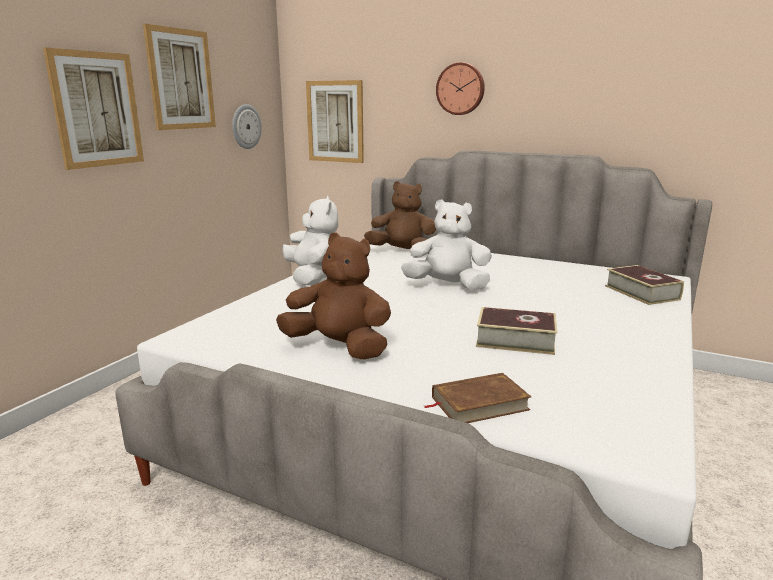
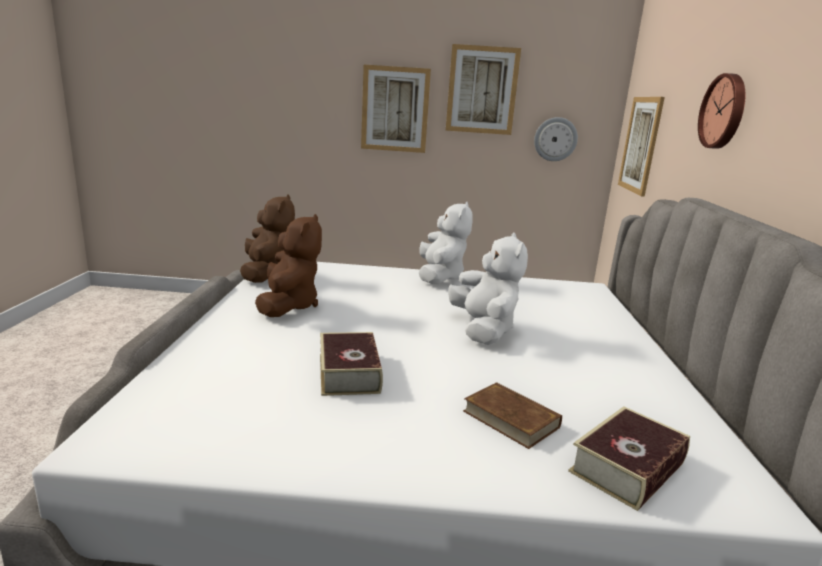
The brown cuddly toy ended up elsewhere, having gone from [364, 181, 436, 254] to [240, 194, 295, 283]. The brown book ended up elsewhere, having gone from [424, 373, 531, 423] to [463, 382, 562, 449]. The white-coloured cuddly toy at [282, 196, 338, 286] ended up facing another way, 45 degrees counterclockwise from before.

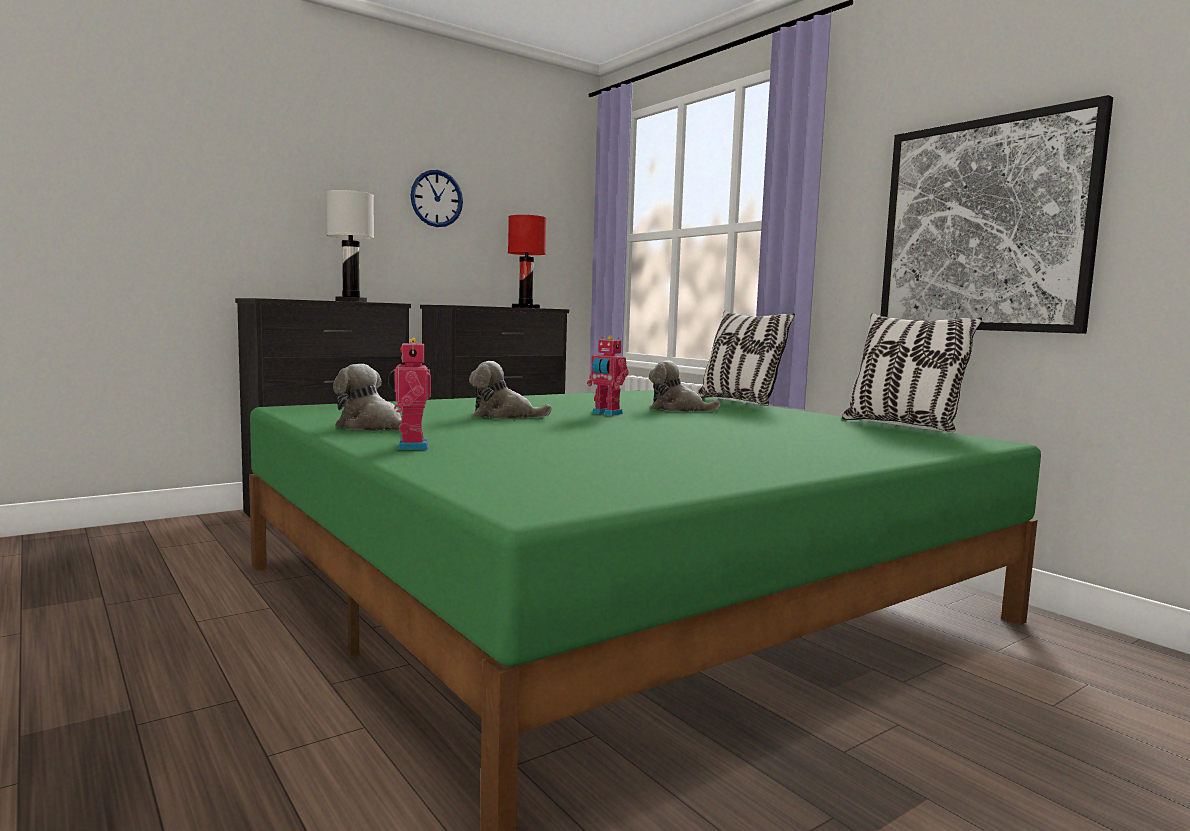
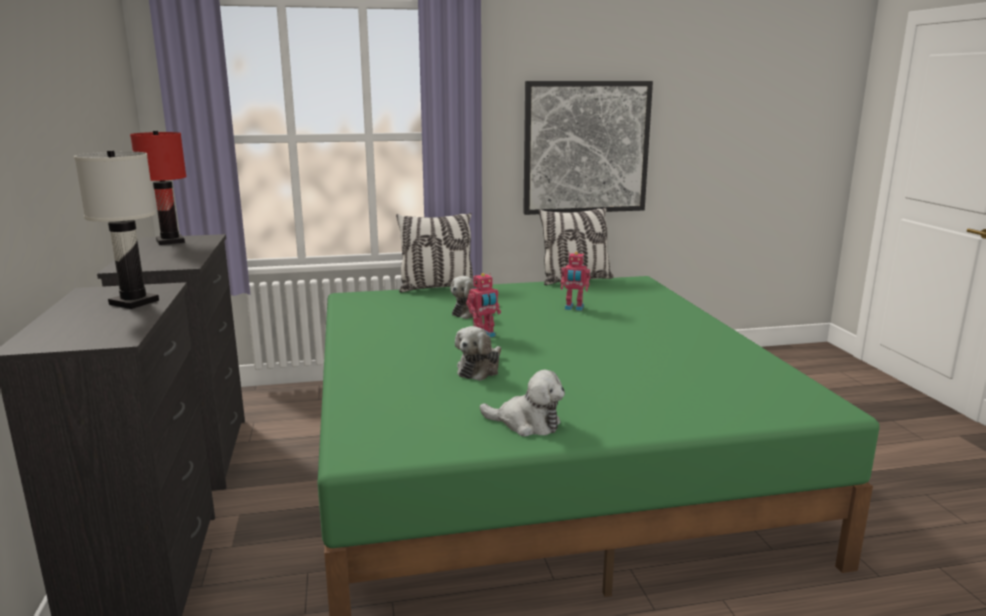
The second view lost the clock on the wall at [410, 170, 463, 227]. The robot figure ended up elsewhere, having gone from [388, 338, 431, 450] to [561, 252, 590, 311]. The cuddly toy at [333, 364, 402, 431] ended up facing another way, 120 degrees counterclockwise from before.

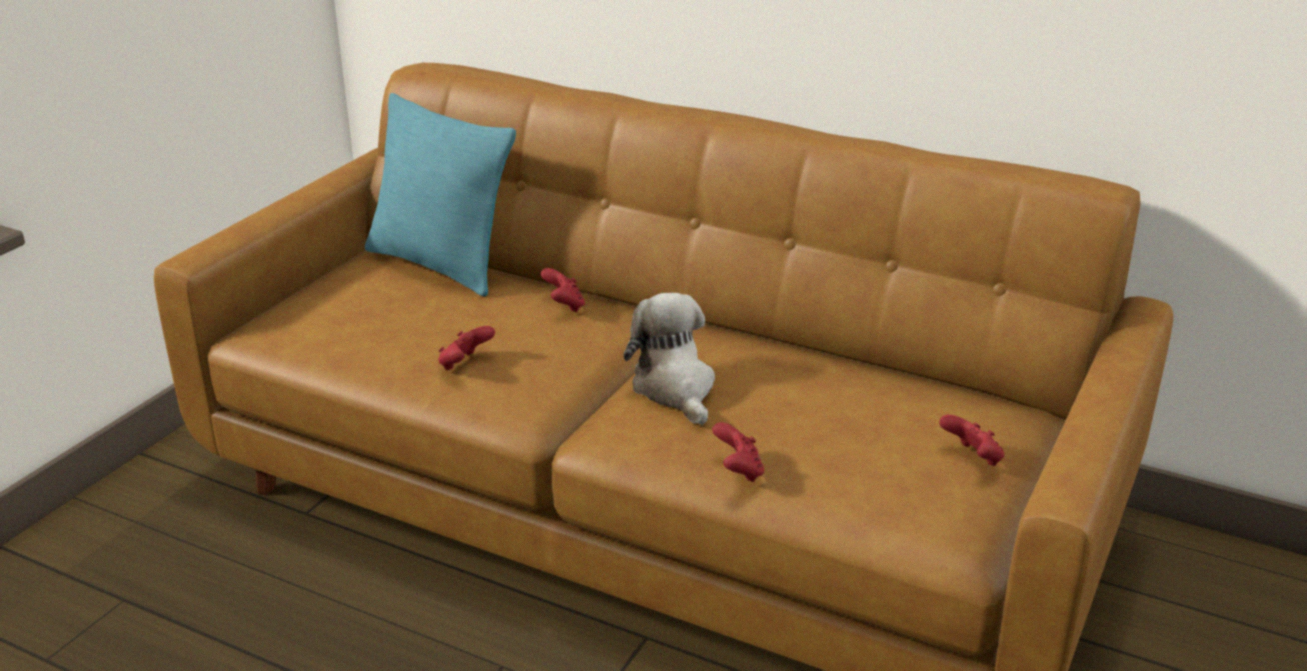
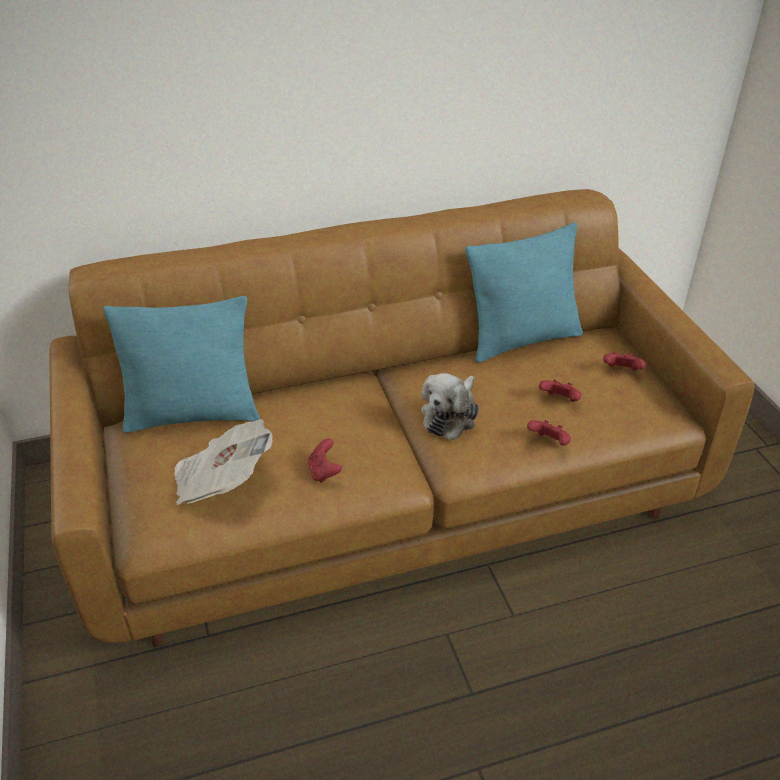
The second view gained the daily paper at [174, 419, 273, 505]. The second view gained the blue-green pillow at [466, 223, 583, 363]. The red joypad ended up elsewhere, having gone from [541, 268, 585, 312] to [539, 380, 581, 402]. The cuddly toy at [624, 293, 715, 425] ended up facing another way, 90 degrees counterclockwise from before.

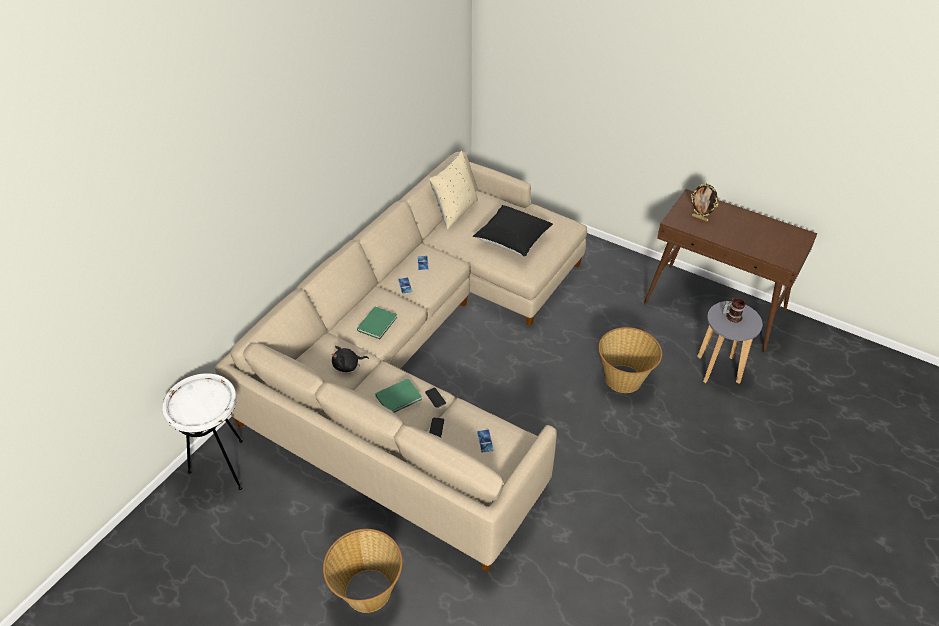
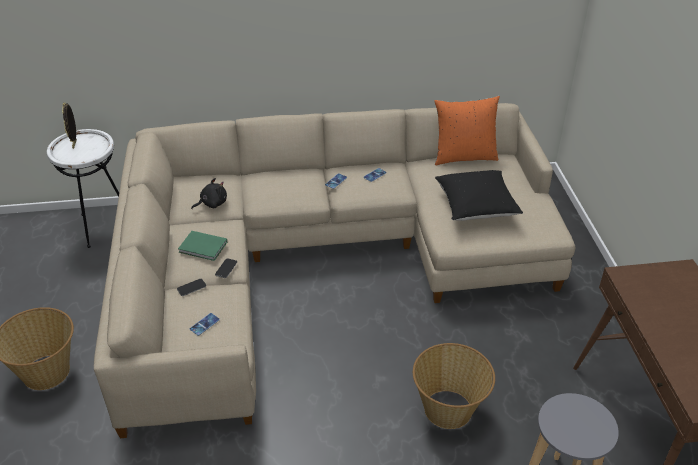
The second view lost the green book at [357, 306, 397, 339]. The second view lost the tea mug at [722, 297, 746, 323]. The picture frame ended up elsewhere, having gone from [691, 183, 718, 222] to [62, 103, 77, 149]. What was the sand-coloured pillow at [429, 151, 478, 230] turned into the orangey pillow at [434, 96, 500, 165]. The black cuddly toy at [332, 346, 369, 372] ended up facing another way, 120 degrees clockwise from before.

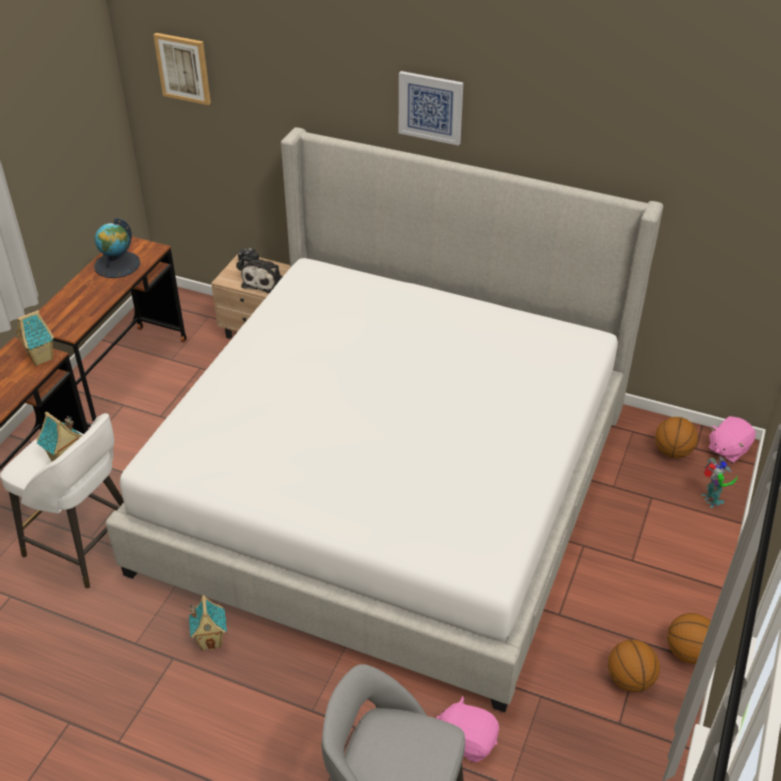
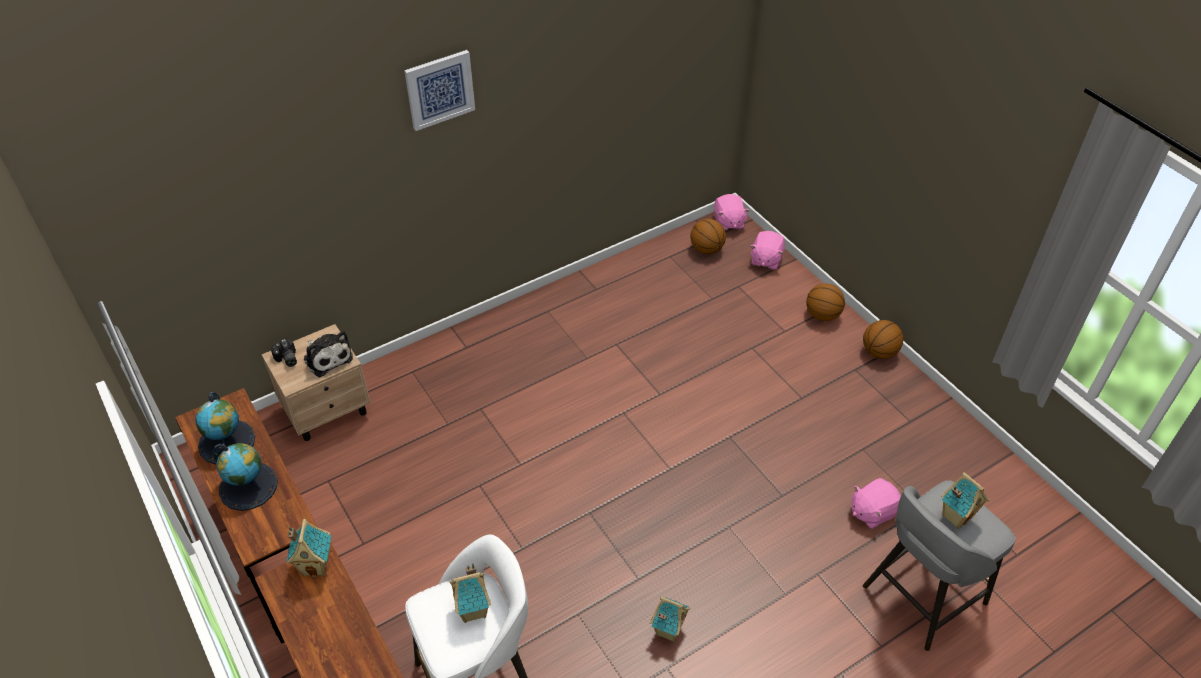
The second view lost the bedroom bed at [106, 127, 663, 712]. The second view lost the wall art at [153, 33, 211, 105]. The second view gained the desk globe at [213, 443, 278, 511]. The second view gained the miniature house at [941, 472, 989, 529]. The basketball ended up elsewhere, having gone from [608, 639, 660, 692] to [806, 284, 845, 321]. Where the robot figure stood at [702, 456, 737, 508], the pink cuddly toy came to stand at [750, 231, 785, 270].

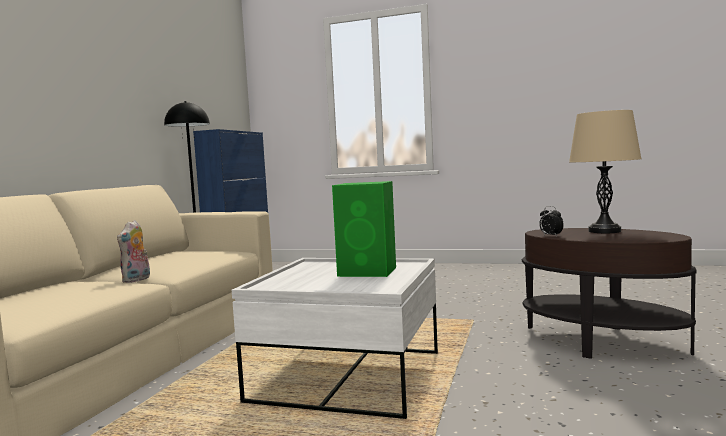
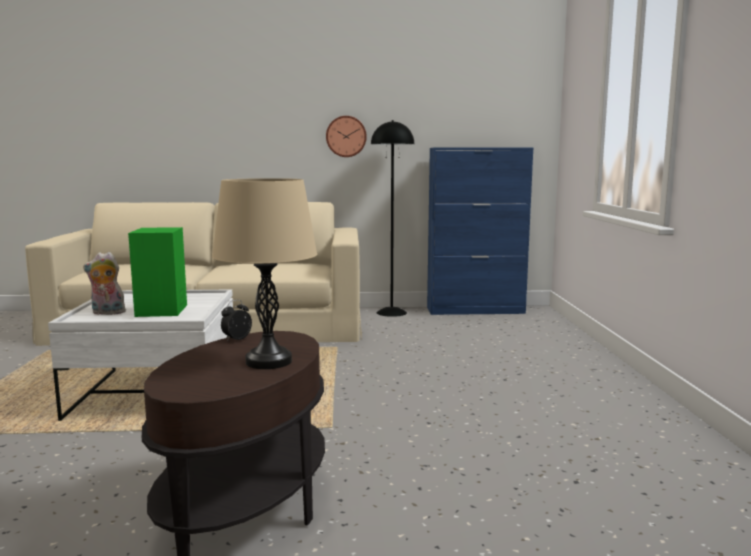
The second view gained the clock on the wall at [326, 116, 367, 157]. The cuddly toy ended up elsewhere, having gone from [117, 220, 150, 283] to [83, 252, 126, 315].

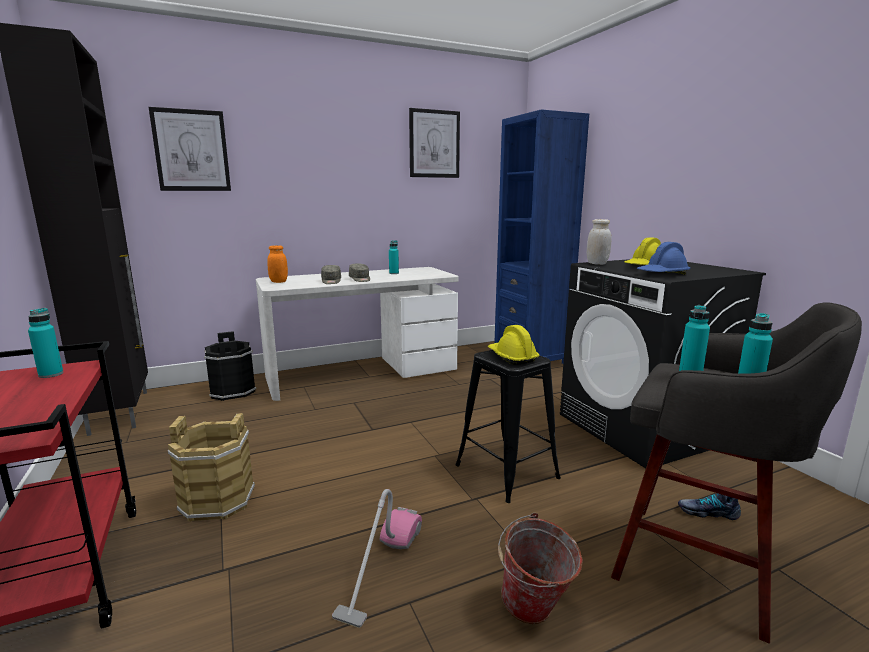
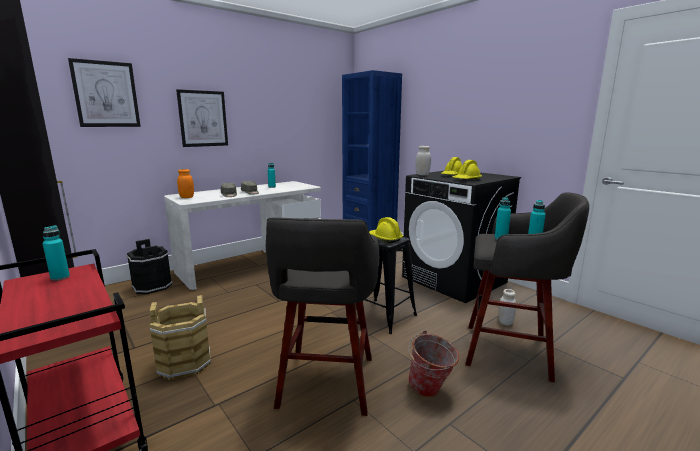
The wall art ended up elsewhere, having gone from [409, 108, 460, 178] to [176, 89, 228, 147]. Where the vacuum stood at [332, 489, 422, 628], the grey stool seat came to stand at [266, 217, 379, 416]. Where the shoe stood at [678, 493, 741, 520], the white-coloured preserve jar came to stand at [498, 289, 516, 325]. What was the blue hard hat at [637, 242, 690, 275] turned into the yellow-coloured hard hat at [453, 160, 482, 180].

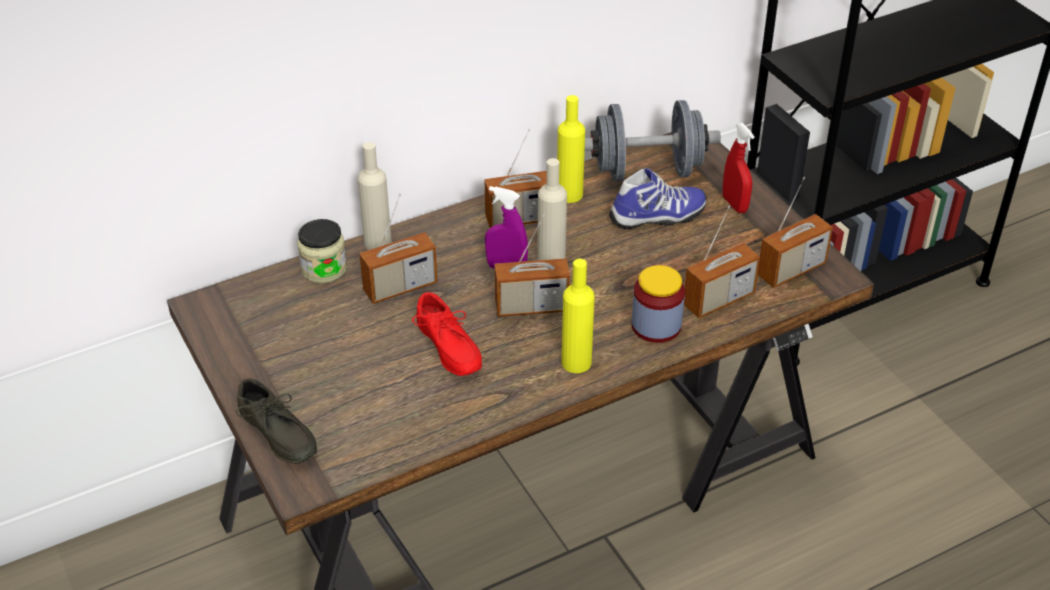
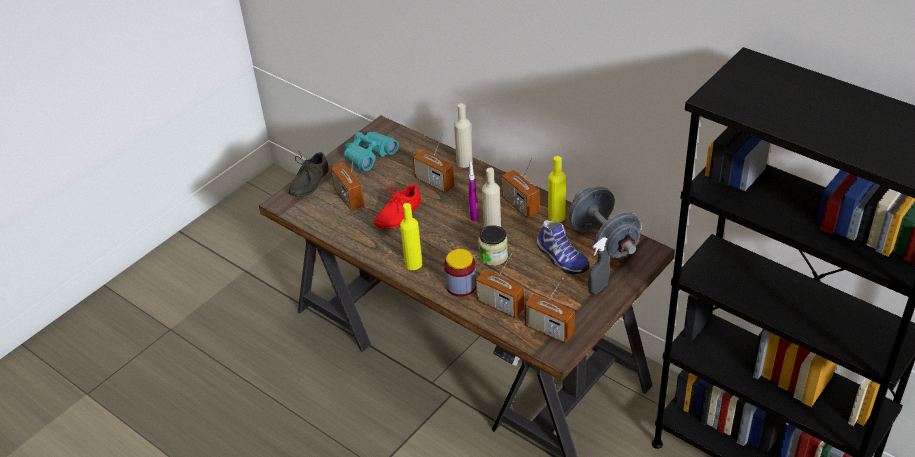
The second view gained the blue-green binoculars at [344, 132, 399, 171]. The preserve jar ended up elsewhere, having gone from [297, 219, 347, 283] to [478, 225, 508, 266]. The radio set ended up elsewhere, having gone from [494, 214, 570, 317] to [331, 151, 365, 211]. What was the red sprayer at [723, 123, 755, 213] turned into the grey sprayer at [588, 237, 610, 295].

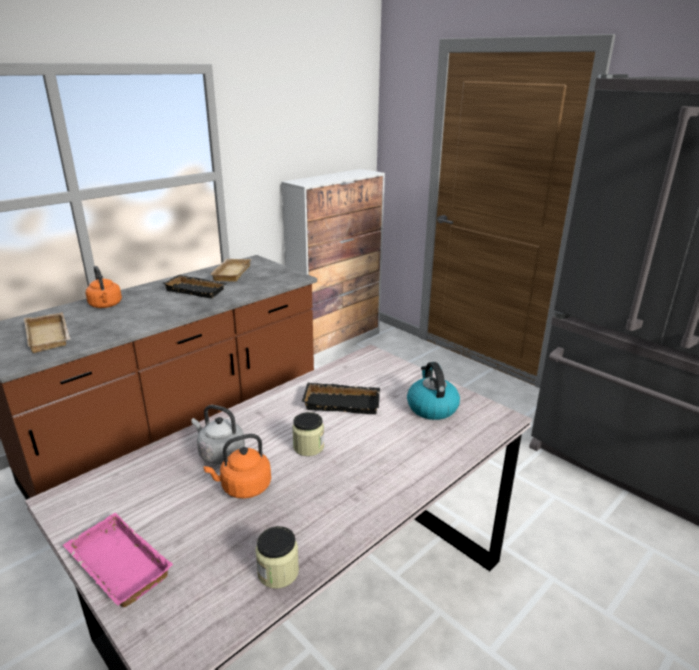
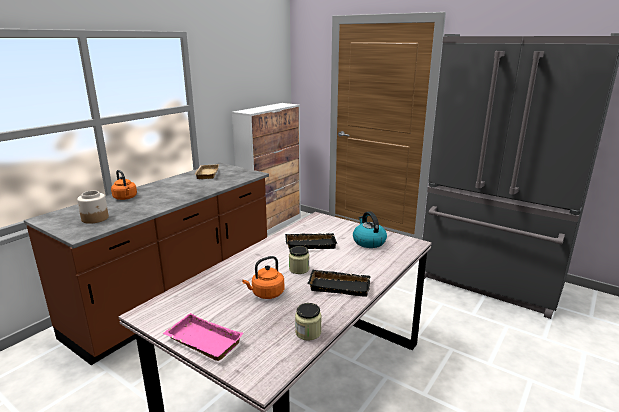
The second view lost the grey water kettle at [191, 405, 245, 464]. The black tray ended up elsewhere, having gone from [162, 275, 228, 298] to [308, 269, 371, 297]. Where the sand-coloured tray stood at [24, 312, 70, 353], the preserve jar came to stand at [77, 191, 109, 224].

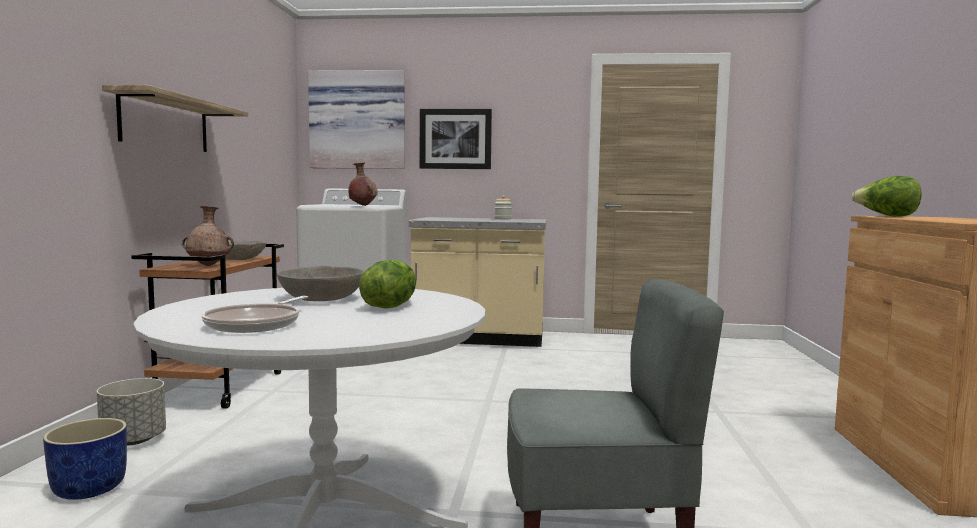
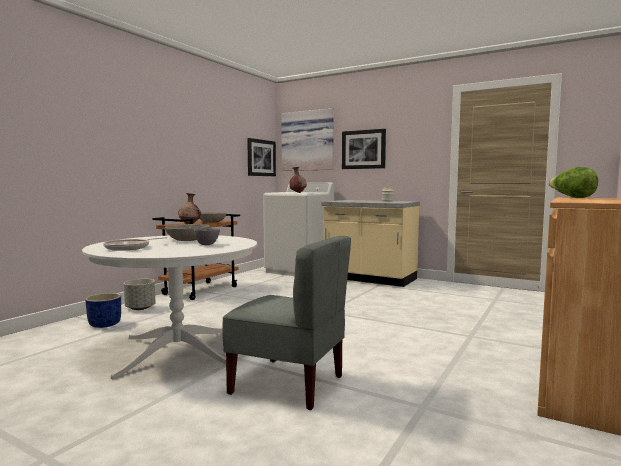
The second view lost the wall shelf at [102, 85, 248, 152]. The second view gained the wall art at [247, 138, 276, 176]. Where the lettuce stood at [359, 260, 416, 308], the grey deep dish came to stand at [193, 228, 220, 245].

